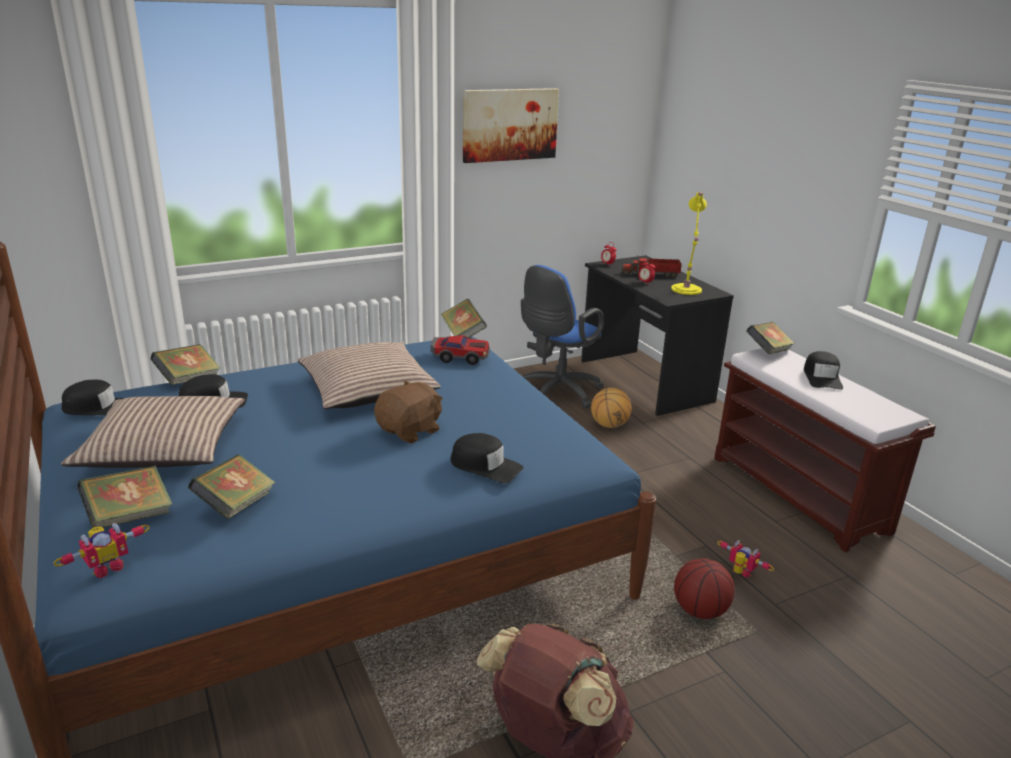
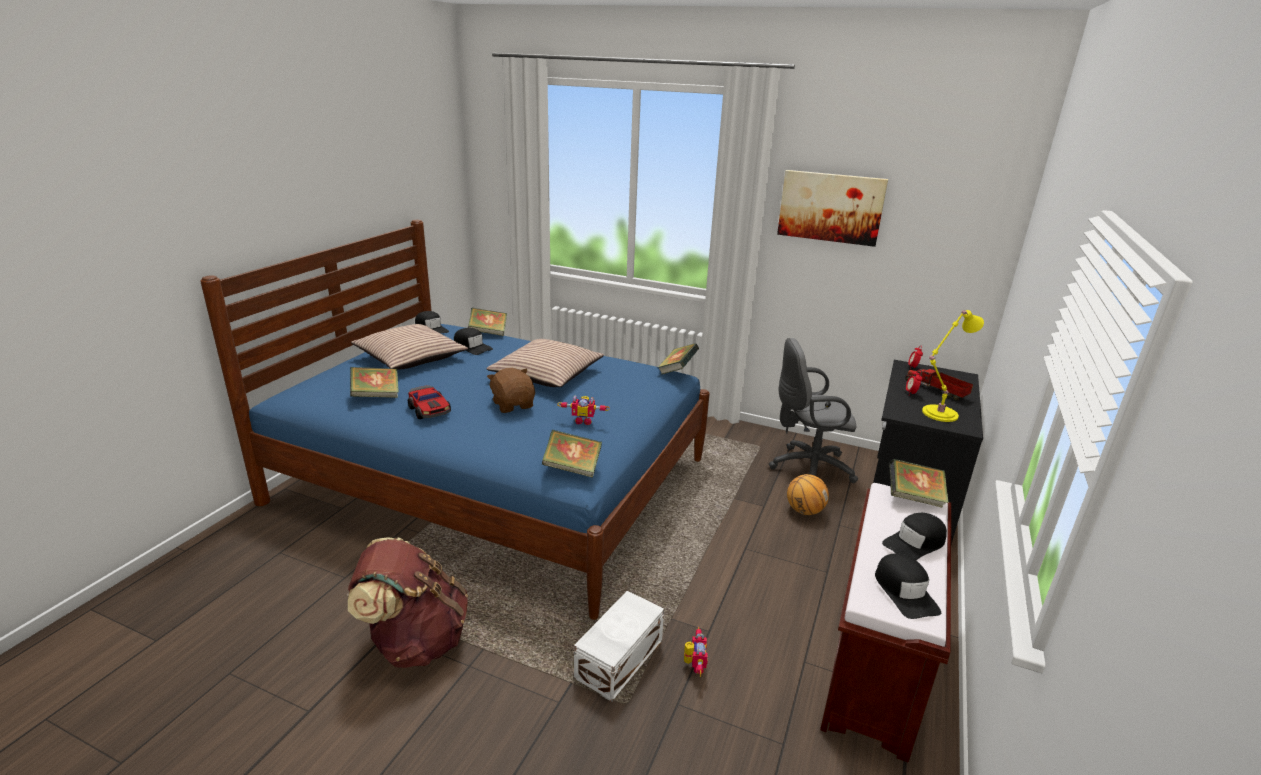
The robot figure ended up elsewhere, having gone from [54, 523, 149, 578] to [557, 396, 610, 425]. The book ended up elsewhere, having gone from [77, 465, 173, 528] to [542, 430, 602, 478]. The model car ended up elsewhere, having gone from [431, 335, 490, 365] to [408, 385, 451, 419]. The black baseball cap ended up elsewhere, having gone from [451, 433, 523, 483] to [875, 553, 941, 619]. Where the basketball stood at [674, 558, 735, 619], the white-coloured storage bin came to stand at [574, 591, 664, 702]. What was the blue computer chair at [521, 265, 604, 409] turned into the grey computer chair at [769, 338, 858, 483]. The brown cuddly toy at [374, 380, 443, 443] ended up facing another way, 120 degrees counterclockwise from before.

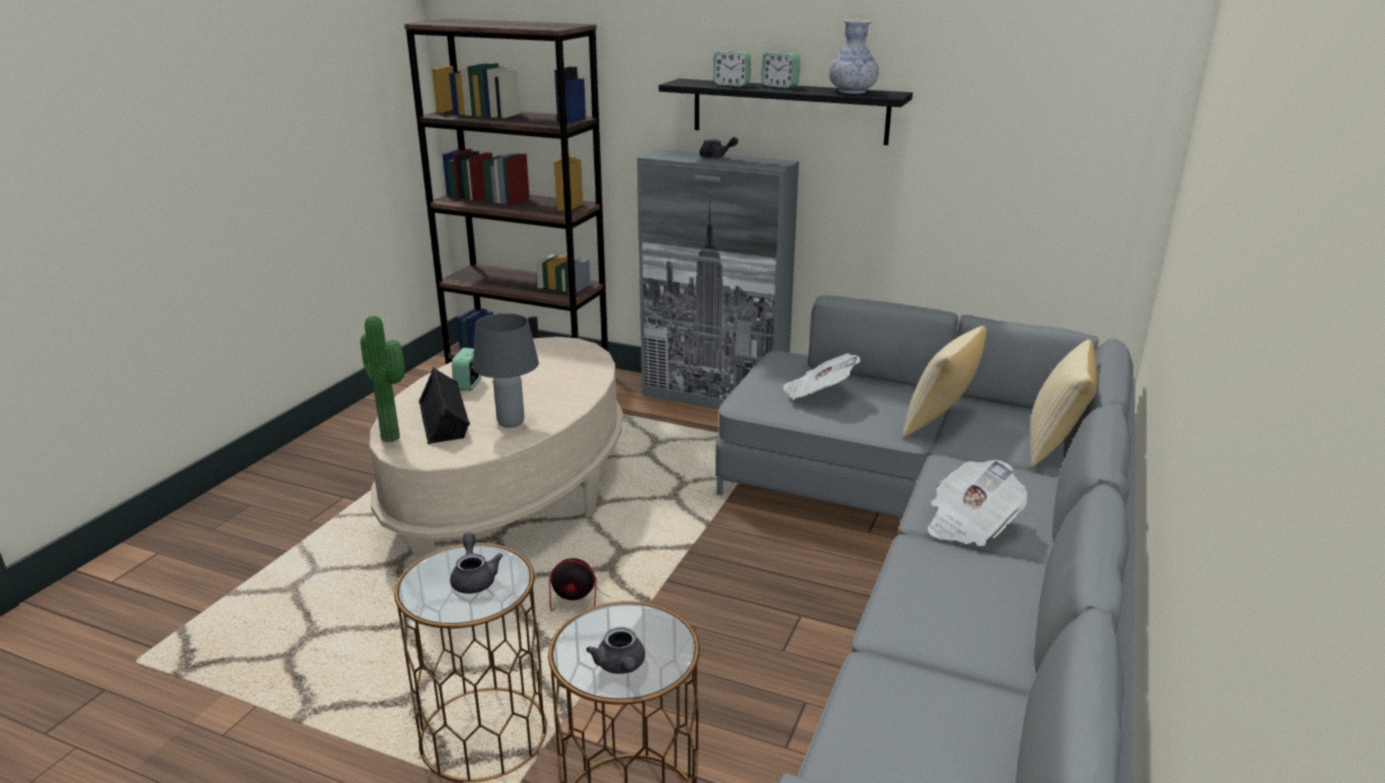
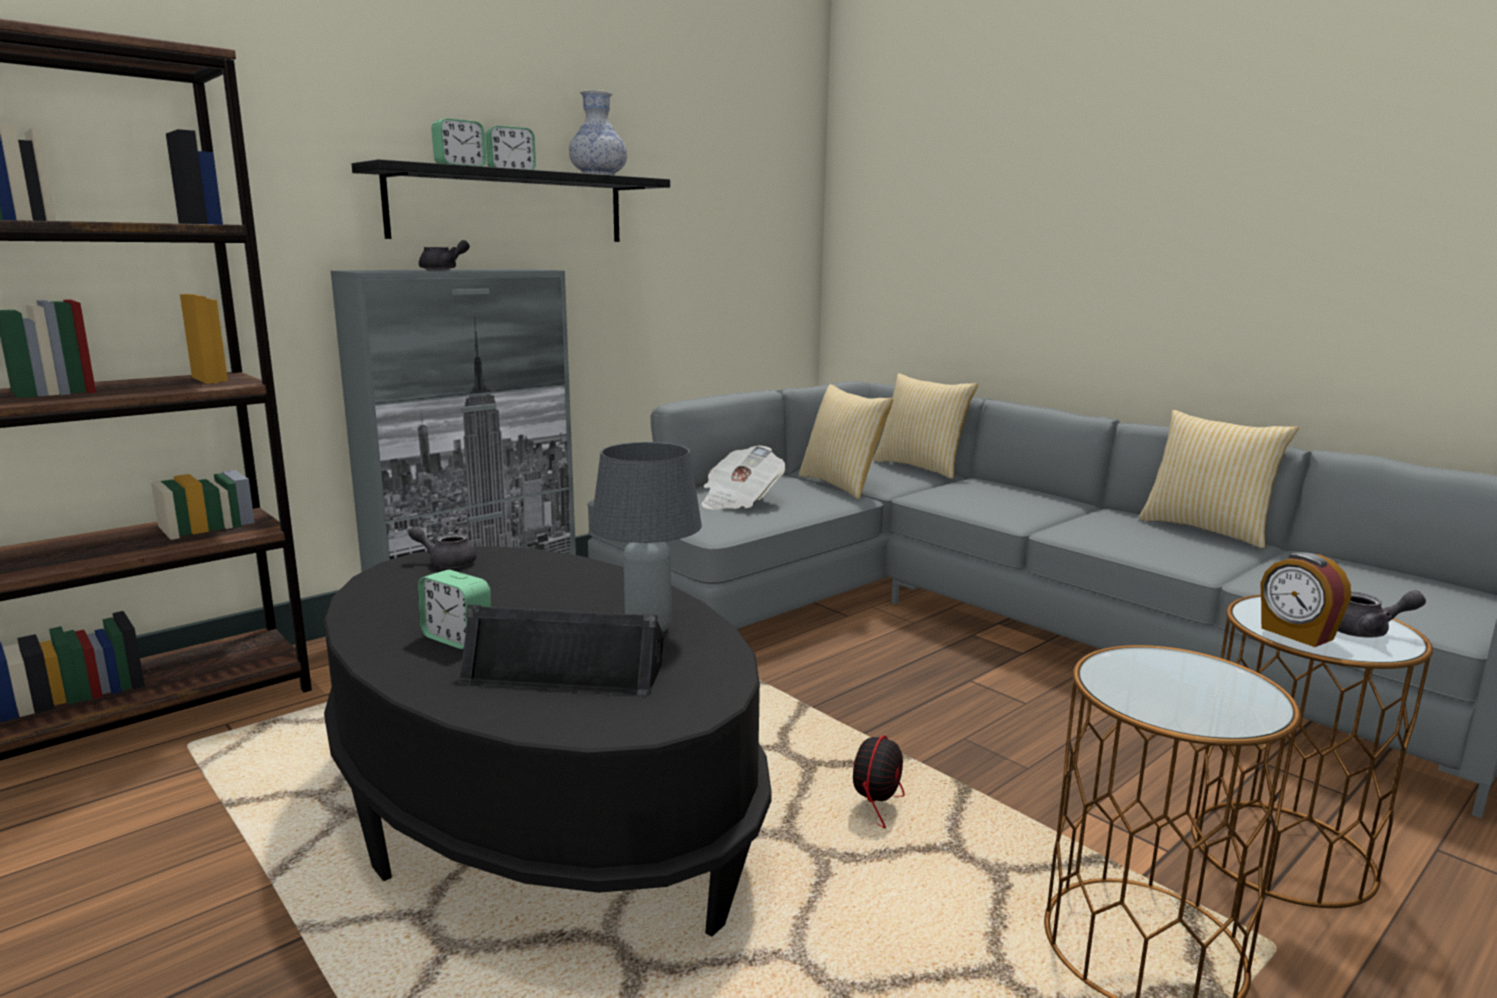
The second view lost the potted plant at [360, 316, 405, 442]. The second view lost the daily paper at [928, 460, 1027, 546]. The second view gained the pillow at [1139, 410, 1299, 548]. The second view gained the alarm clock at [1260, 552, 1351, 647]. The grey teapot ended up elsewhere, having gone from [450, 533, 503, 594] to [409, 526, 476, 568]. What was the sand-coloured coffee table at [369, 337, 623, 560] turned into the black coffee table at [324, 546, 772, 937].

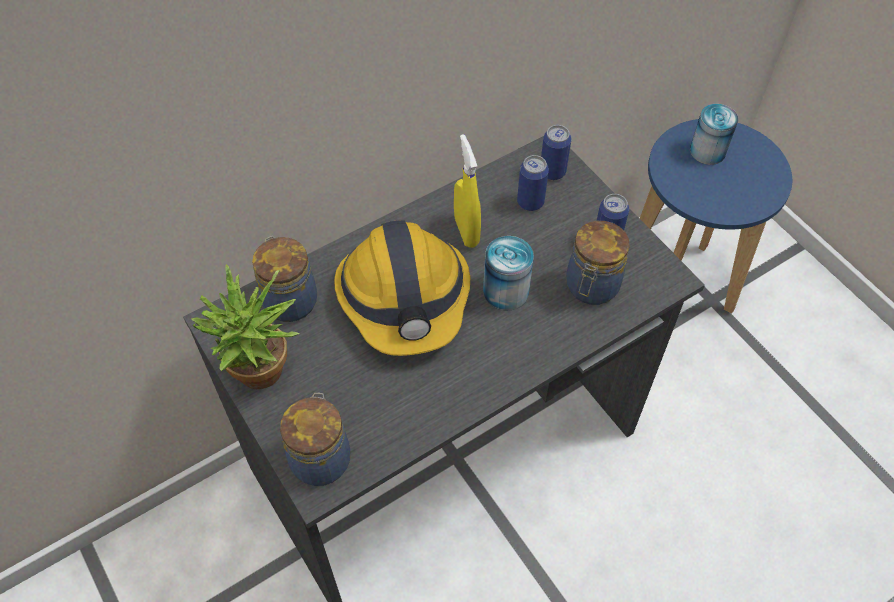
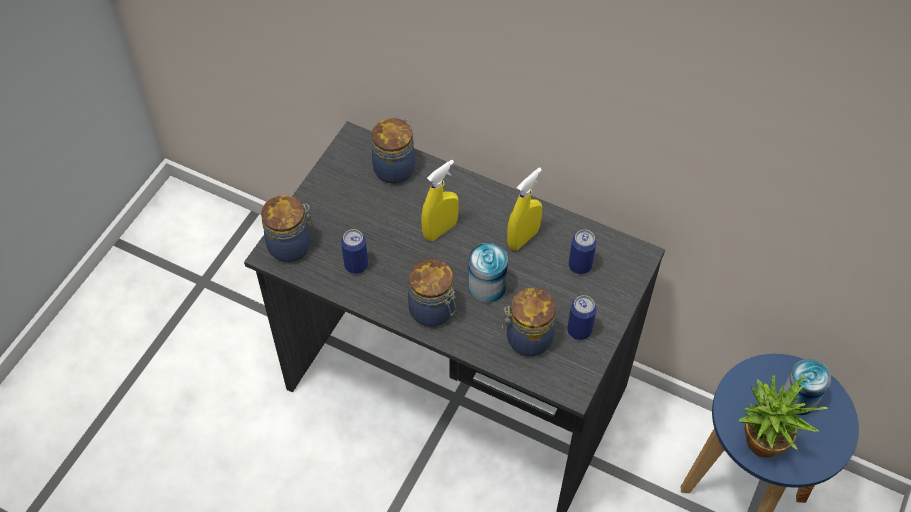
The second view gained the preserve jar at [408, 259, 456, 327]. The potted plant ended up elsewhere, having gone from [191, 264, 299, 389] to [739, 375, 828, 457]. The can ended up elsewhere, having gone from [541, 125, 571, 180] to [341, 229, 368, 274]. Where the hard hat stood at [334, 220, 470, 356], the yellow-coloured sprayer came to stand at [421, 160, 459, 241].

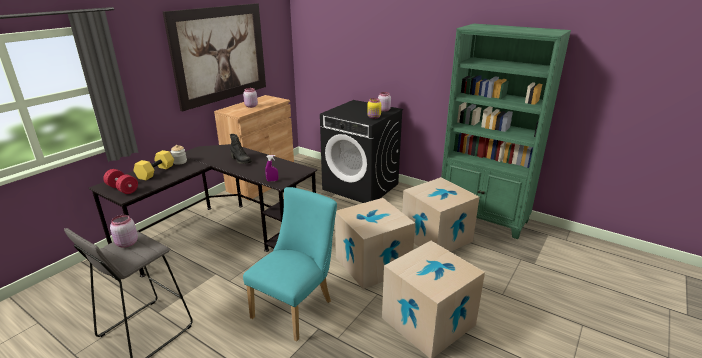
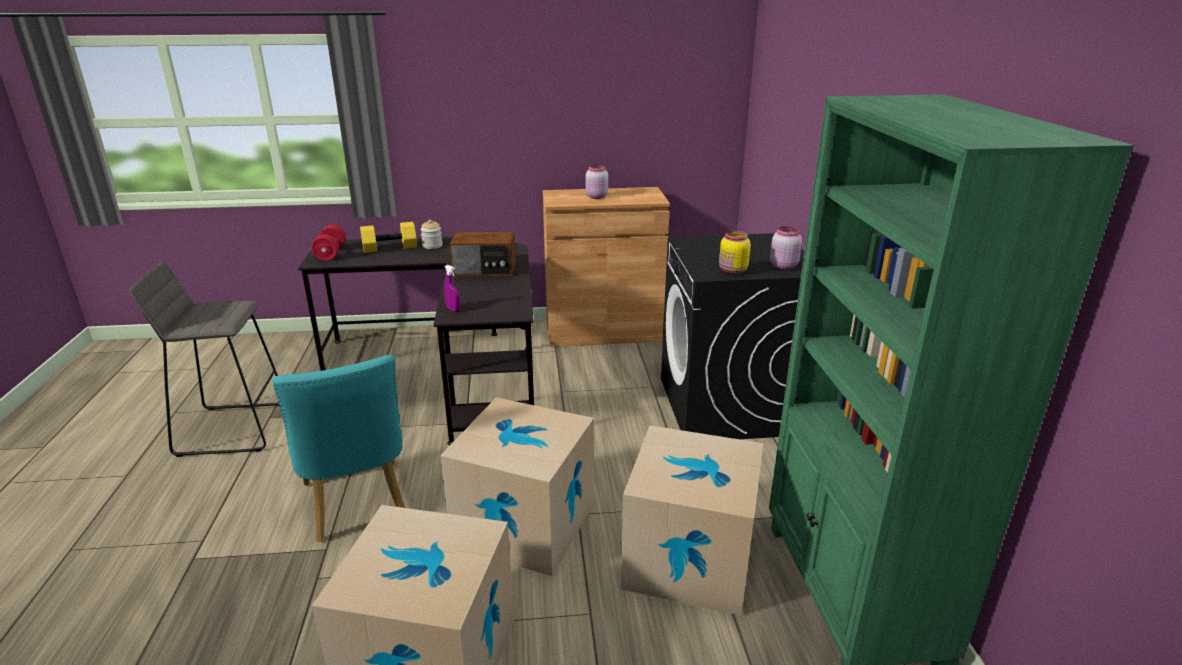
The second view lost the pink preserve jar at [110, 215, 138, 248]. The second view lost the wall art at [163, 3, 266, 112]. Where the black boot stood at [230, 134, 252, 164], the radio set came to stand at [449, 232, 516, 276]. The blue-green chair at [243, 187, 337, 341] ended up facing another way, 75 degrees clockwise from before.

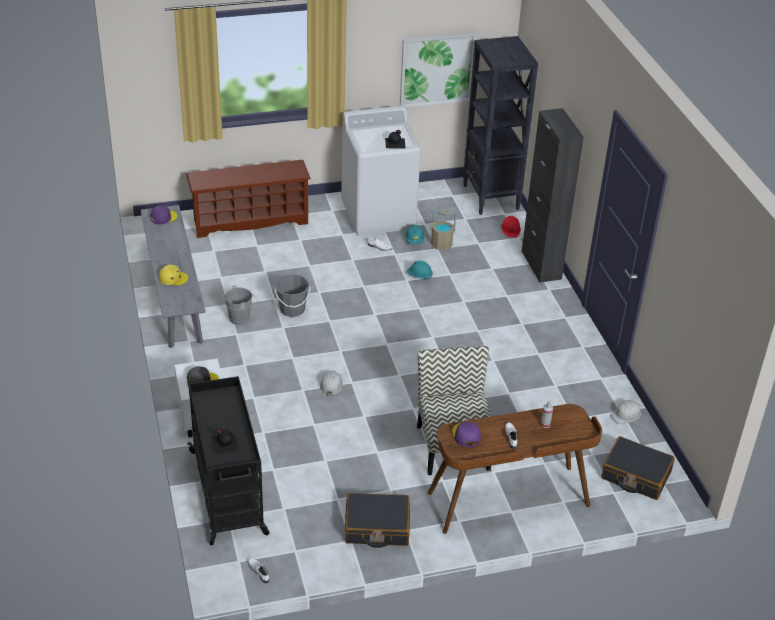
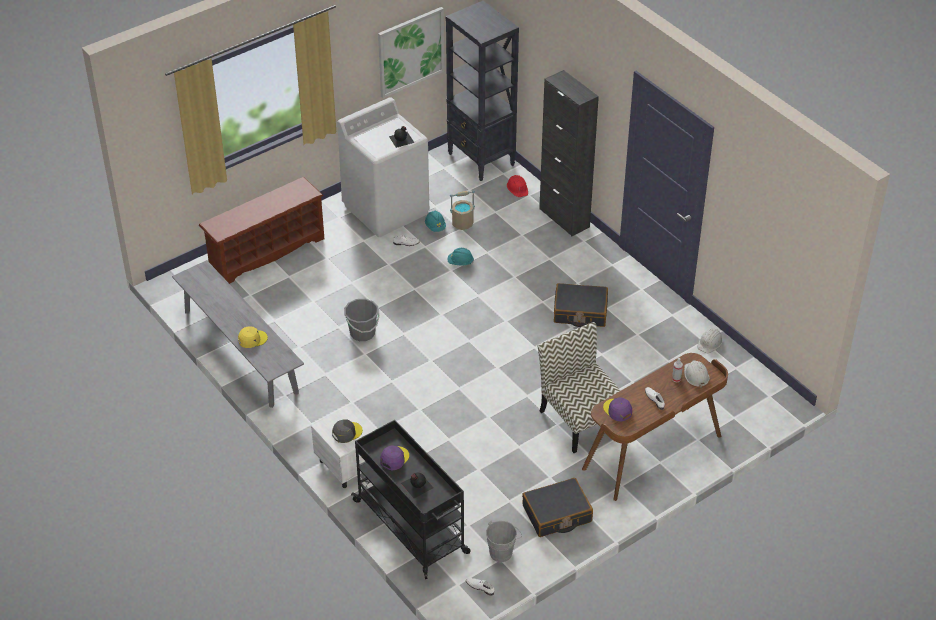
The purple-coloured baseball cap ended up elsewhere, having gone from [150, 205, 177, 225] to [380, 446, 409, 470]. The grey pail ended up elsewhere, having gone from [224, 285, 257, 325] to [486, 520, 522, 562]. The white-coloured hard hat ended up elsewhere, having gone from [320, 370, 343, 396] to [684, 360, 709, 388]. The black piece of luggage ended up elsewhere, having gone from [601, 436, 675, 500] to [554, 283, 608, 327].

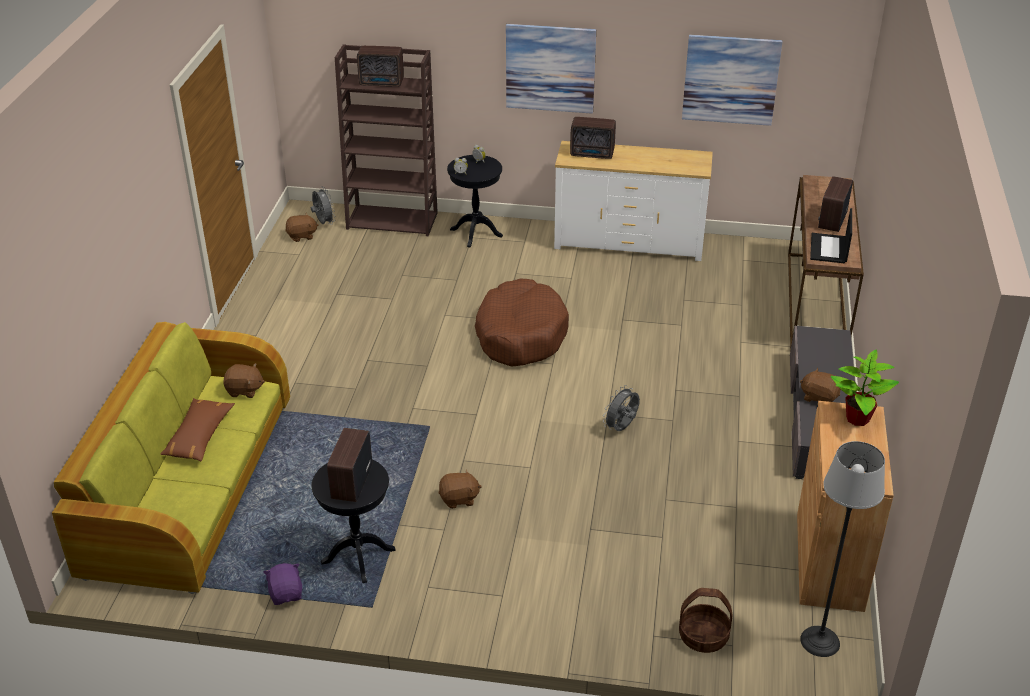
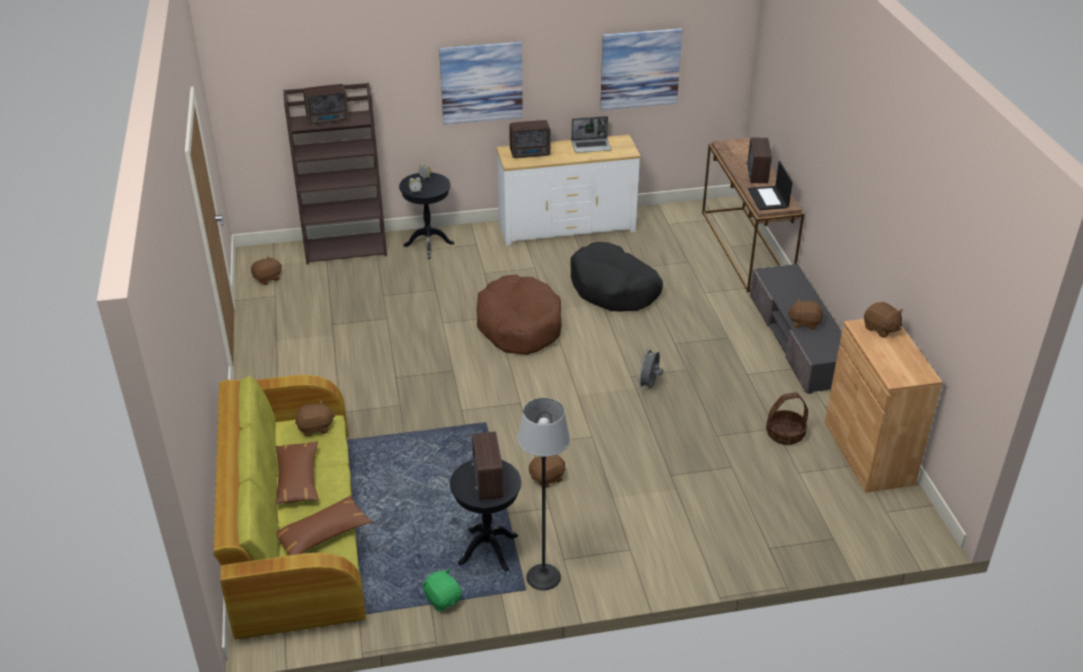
The second view lost the grey fan at [311, 187, 335, 225]. The second view gained the brown pillow at [277, 495, 372, 555]. The second view gained the black dog cushion at [570, 242, 663, 312]. The second view gained the notebook computer at [571, 116, 612, 153]. The storage basket ended up elsewhere, having gone from [679, 588, 733, 653] to [766, 392, 808, 445]. The floor lamp ended up elsewhere, having gone from [800, 441, 885, 657] to [518, 398, 570, 591]. Where the potted plant stood at [831, 349, 899, 426], the brown cuddly toy came to stand at [864, 302, 903, 338]. What was the purple-coloured cuddly toy at [263, 563, 302, 605] turned into the green cuddly toy at [421, 569, 462, 612].

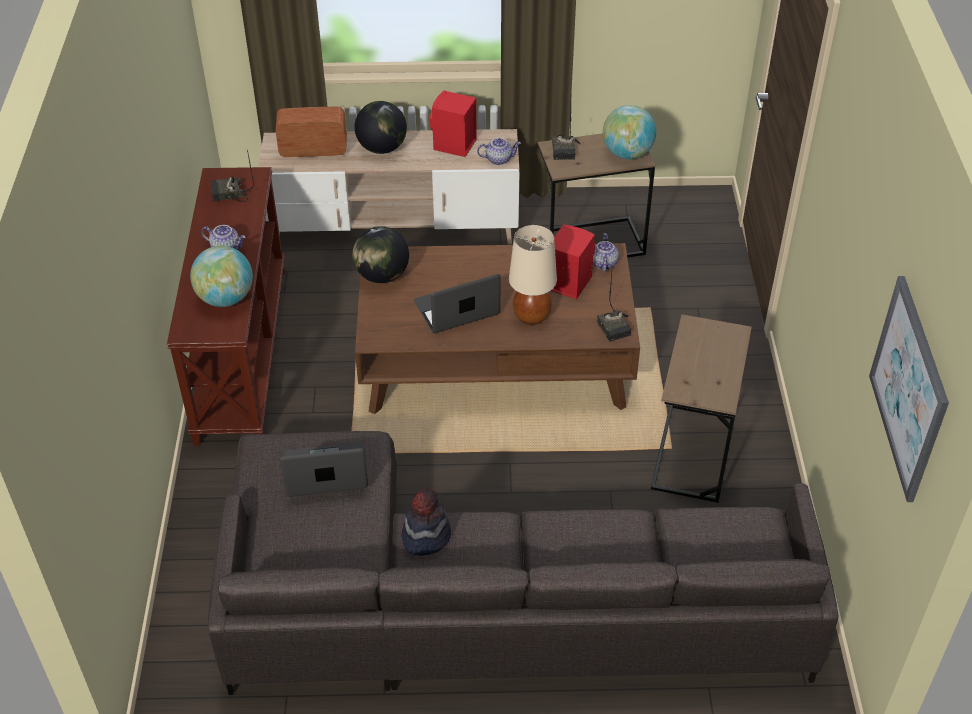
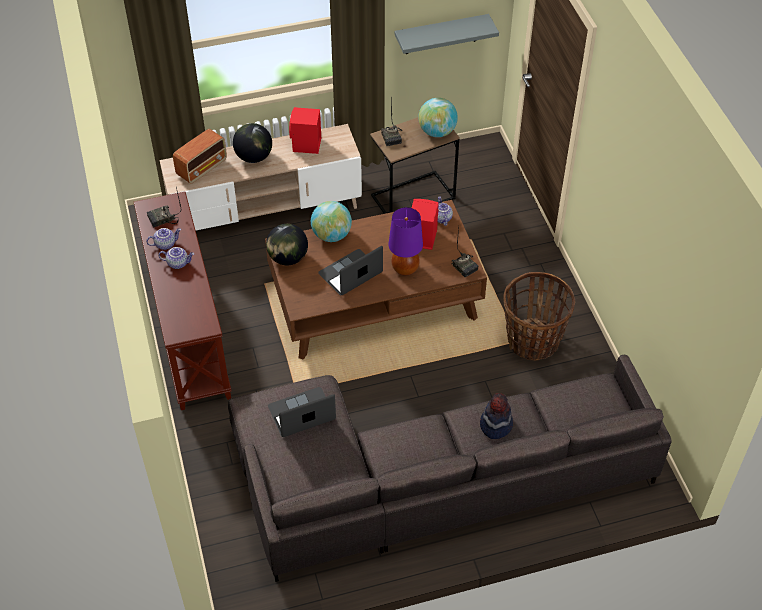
The second view lost the wall art at [869, 276, 949, 502]. The second view gained the grey wall shelf at [395, 14, 499, 54]. The desk globe ended up elsewhere, having gone from [190, 246, 253, 307] to [311, 201, 352, 242]. The hat ended up elsewhere, having gone from [402, 488, 451, 556] to [480, 393, 513, 439]. The teapot ended up elsewhere, having gone from [477, 138, 521, 165] to [146, 228, 181, 250]. Where the brown side table stood at [651, 314, 752, 503], the storage basket came to stand at [503, 272, 575, 360]. What was the sand-coloured lamp for a table at [509, 225, 557, 325] turned into the purple-coloured lamp for a table at [388, 207, 423, 276]. The radio set at [276, 107, 347, 157] ended up facing another way, 150 degrees clockwise from before.

